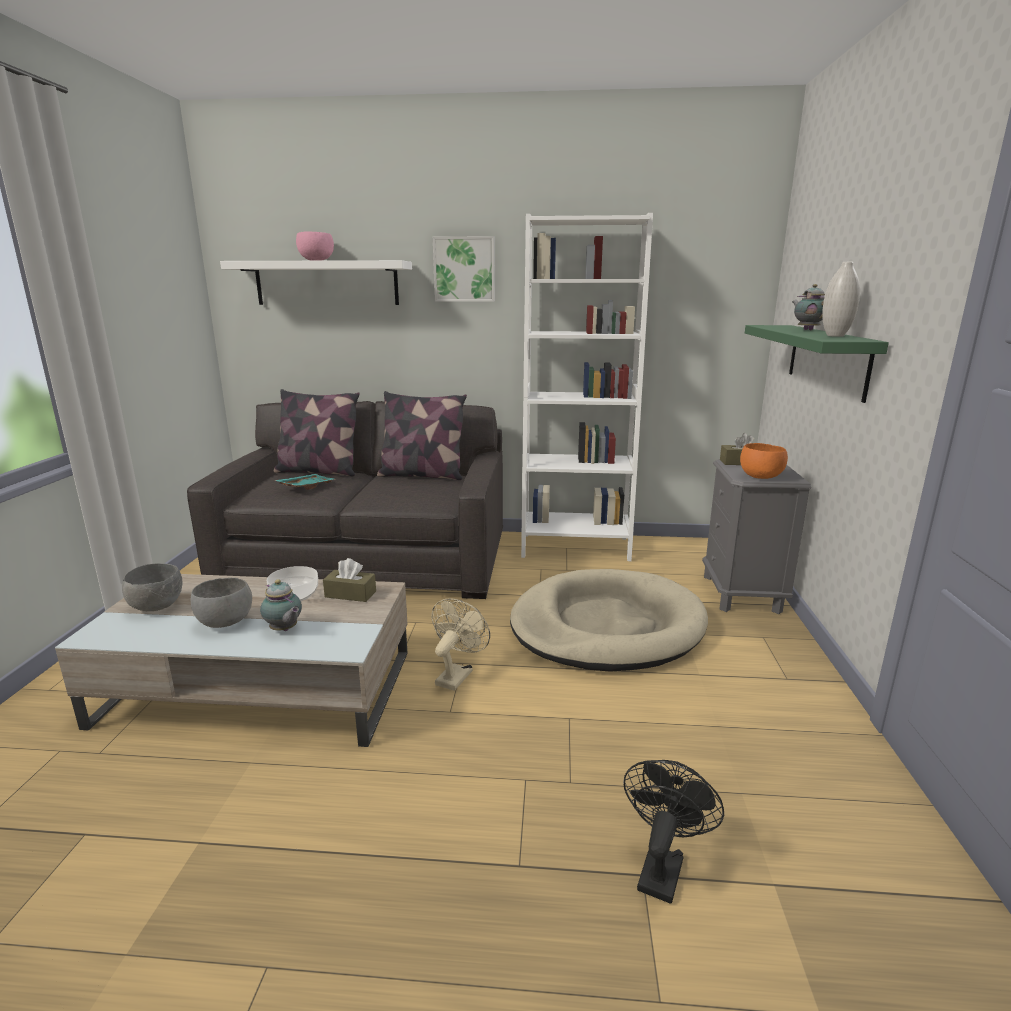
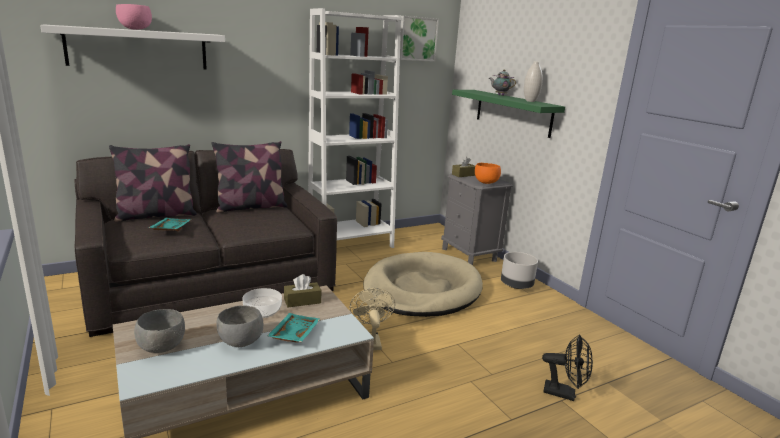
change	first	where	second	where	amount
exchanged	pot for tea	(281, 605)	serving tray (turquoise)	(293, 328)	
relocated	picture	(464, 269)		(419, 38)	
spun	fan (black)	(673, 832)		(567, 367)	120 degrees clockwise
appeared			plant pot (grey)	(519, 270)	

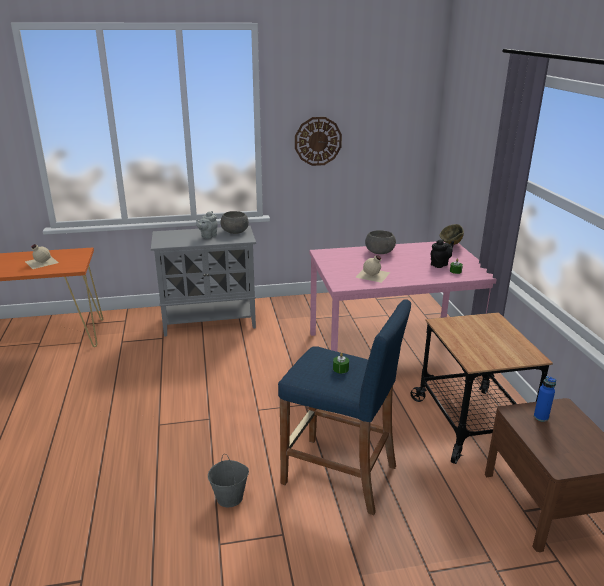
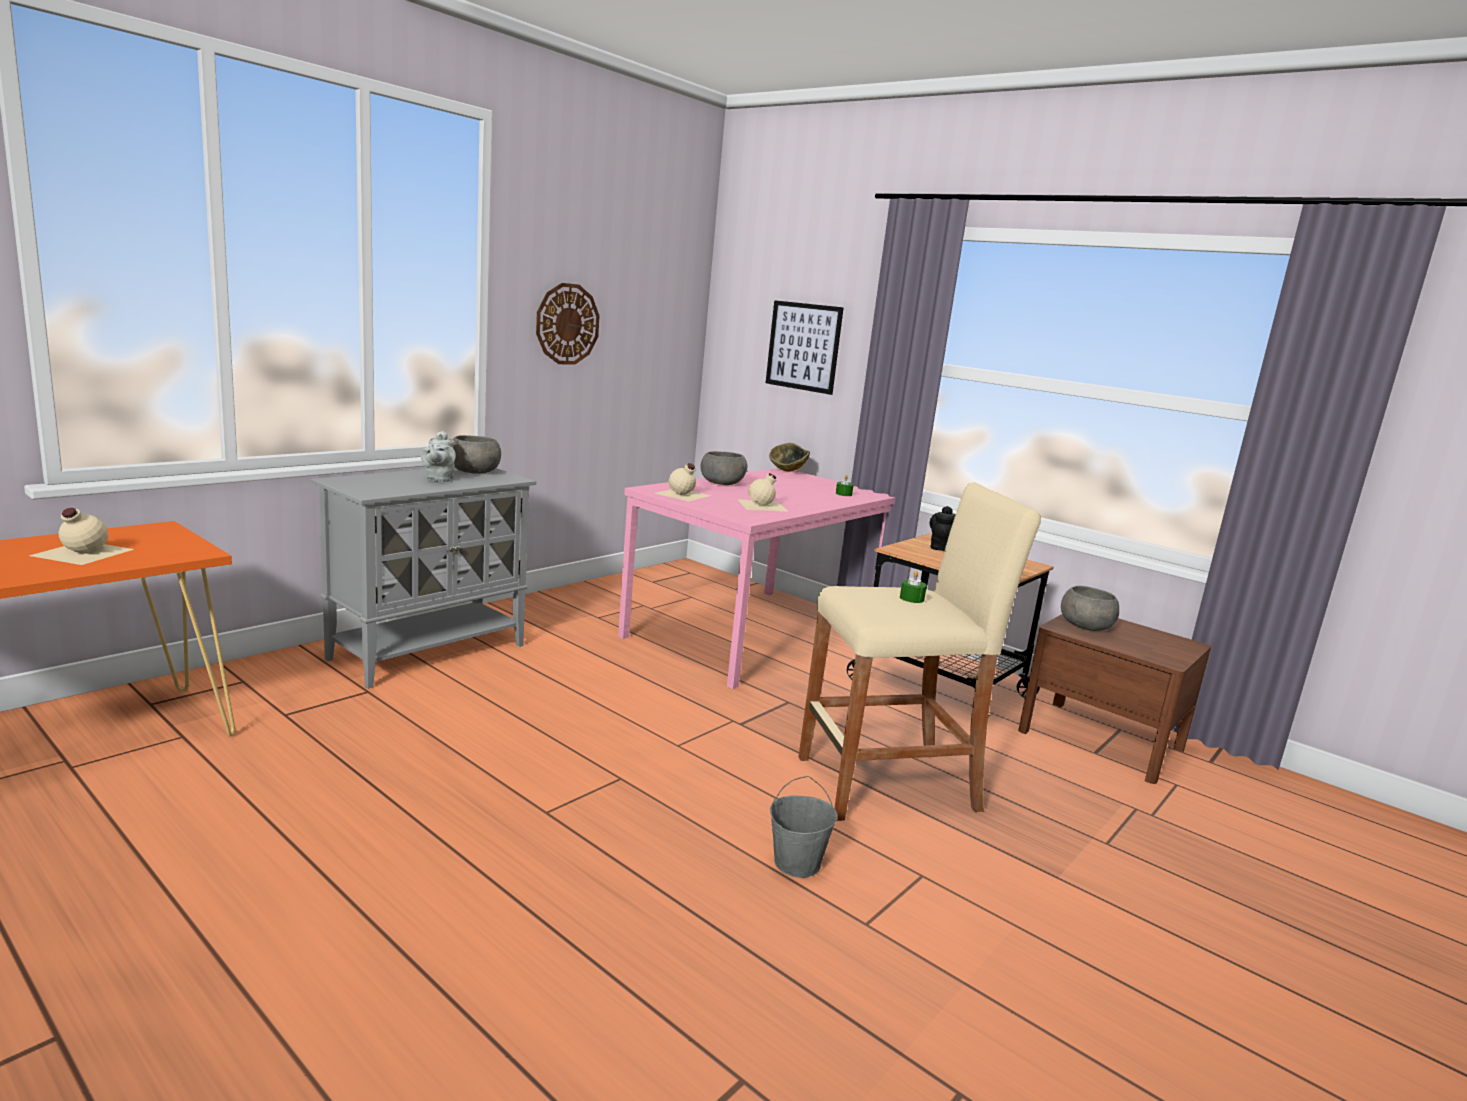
change	first	where	second	where	amount
colour	sitting stool (blue-coloured)	(344, 407)	sitting stool (sand-coloured)	(920, 651)	
relocated	pot for tea (black)	(442, 254)		(943, 528)	
exchanged	drink bottle (blue-coloured)	(545, 399)	bowl (grey)	(1090, 608)	
appeared			drink bottle (sand-coloured)	(683, 482)	
appeared			picture	(805, 347)	

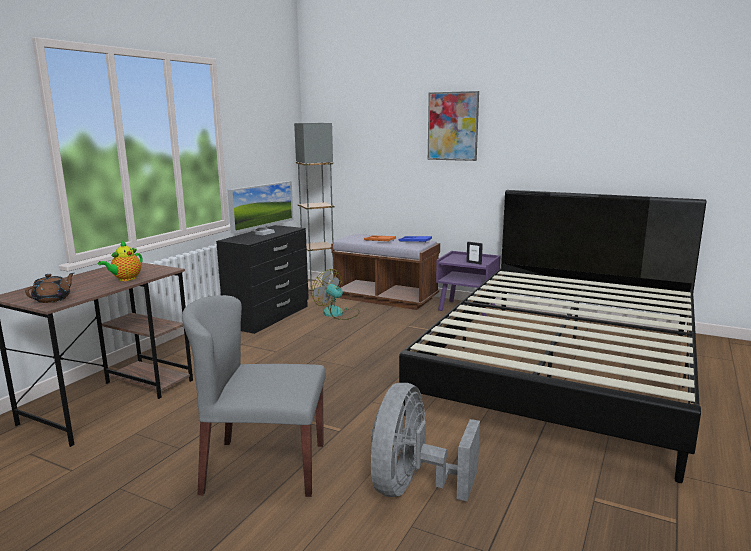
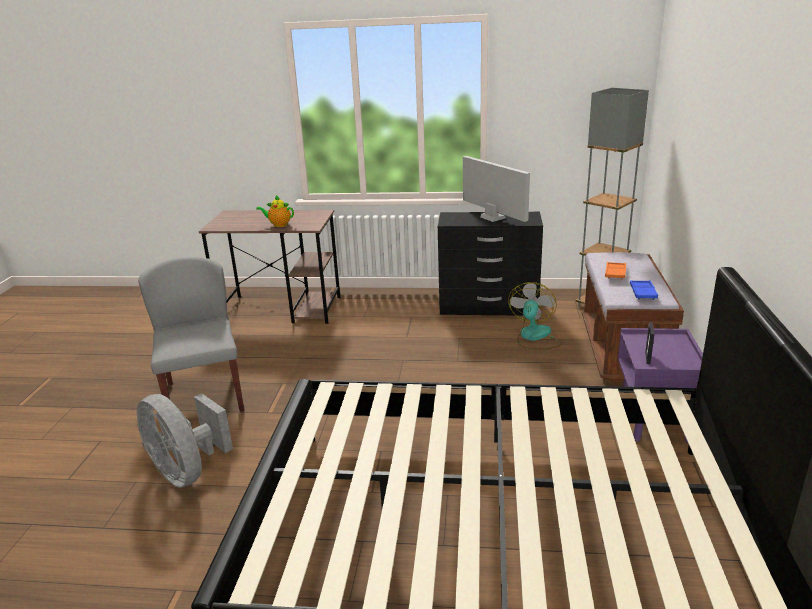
change	first	where	second	where	amount
missing	pot for tea (brown)	(49, 288)			
spun	computer screen	(260, 208)		(496, 189)	135 degrees counterclockwise
spun	fan (grey)	(425, 442)		(185, 440)	135 degrees counterclockwise
missing	picture	(453, 126)			

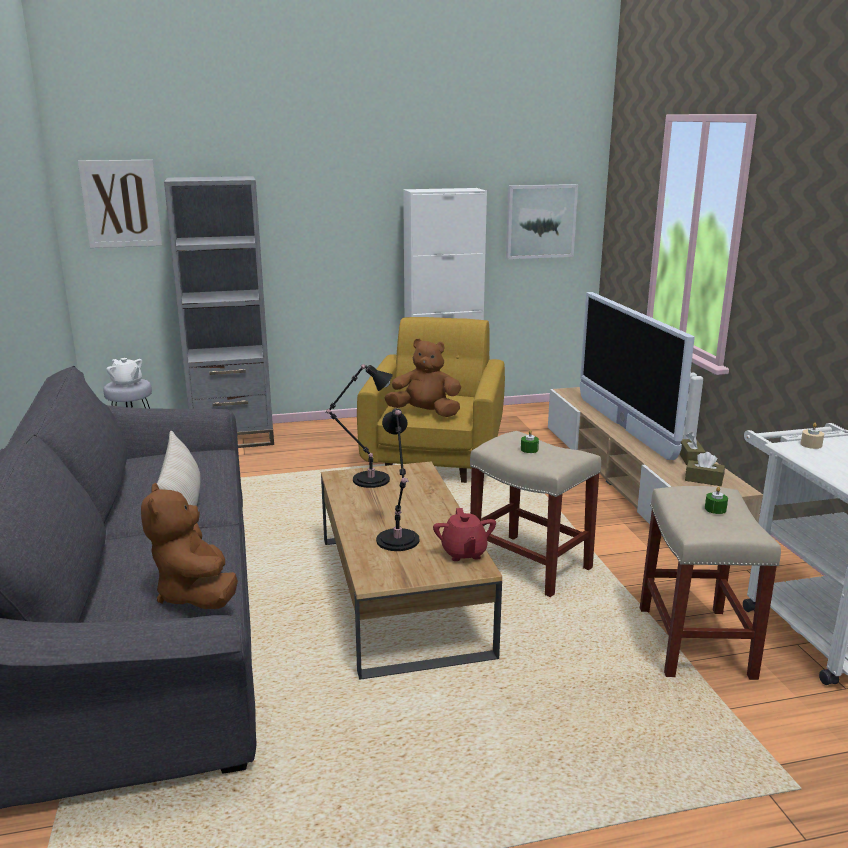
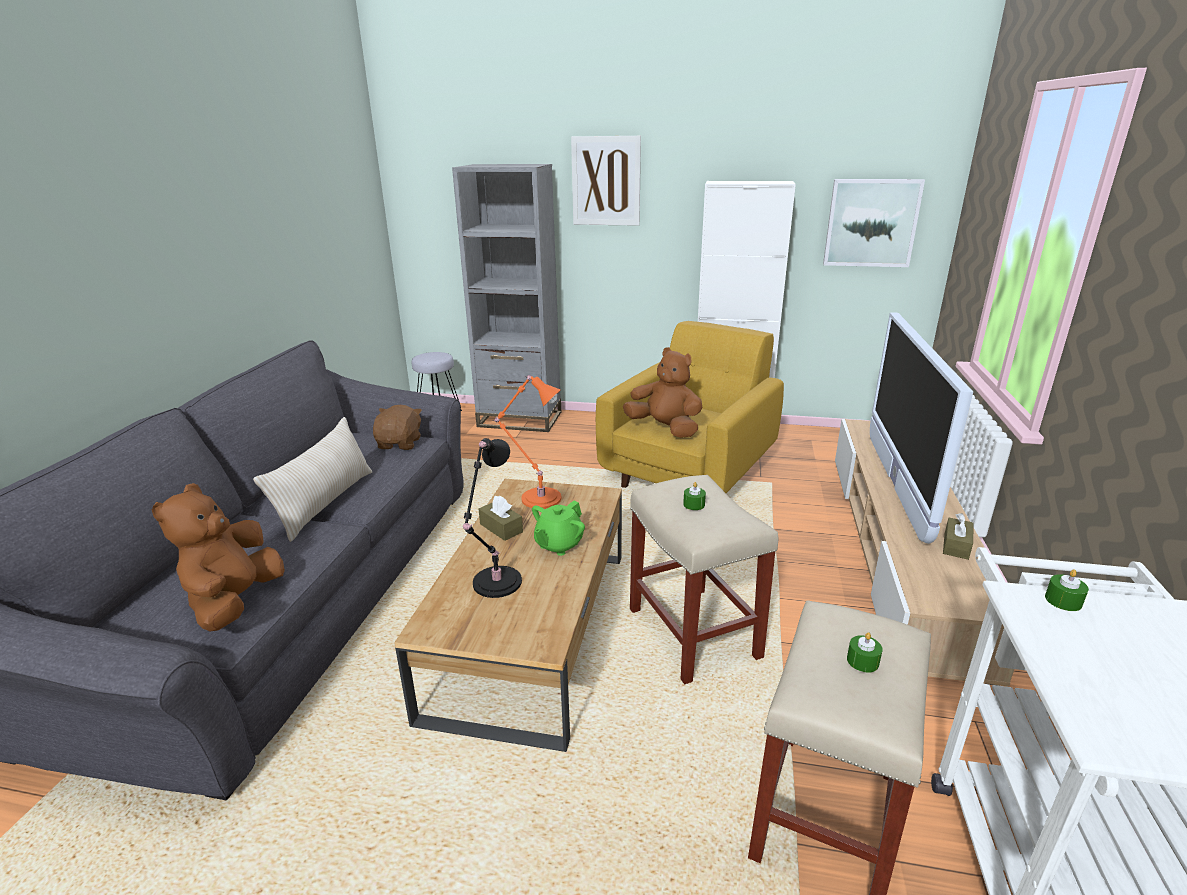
change	first	where	second	where	amount
relocated	picture	(120, 204)		(606, 181)	
missing	pot for tea (white-coloured)	(124, 373)			
colour	tabletop lamp (black)	(359, 426)	tabletop lamp (orangey)	(526, 442)	
missing	pot for tea (reddish)	(464, 534)			
relocated	box of tissues (brown)	(705, 469)		(501, 518)	
colour	candle (sand-coloured)	(812, 436)	candle (greenish)	(1067, 590)	
appeared			cuddly toy (brown)	(397, 427)	
appeared			pot for tea (greenish)	(558, 528)	

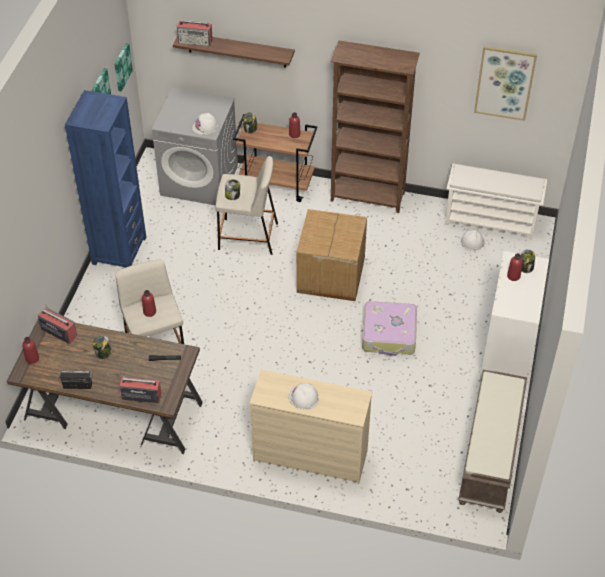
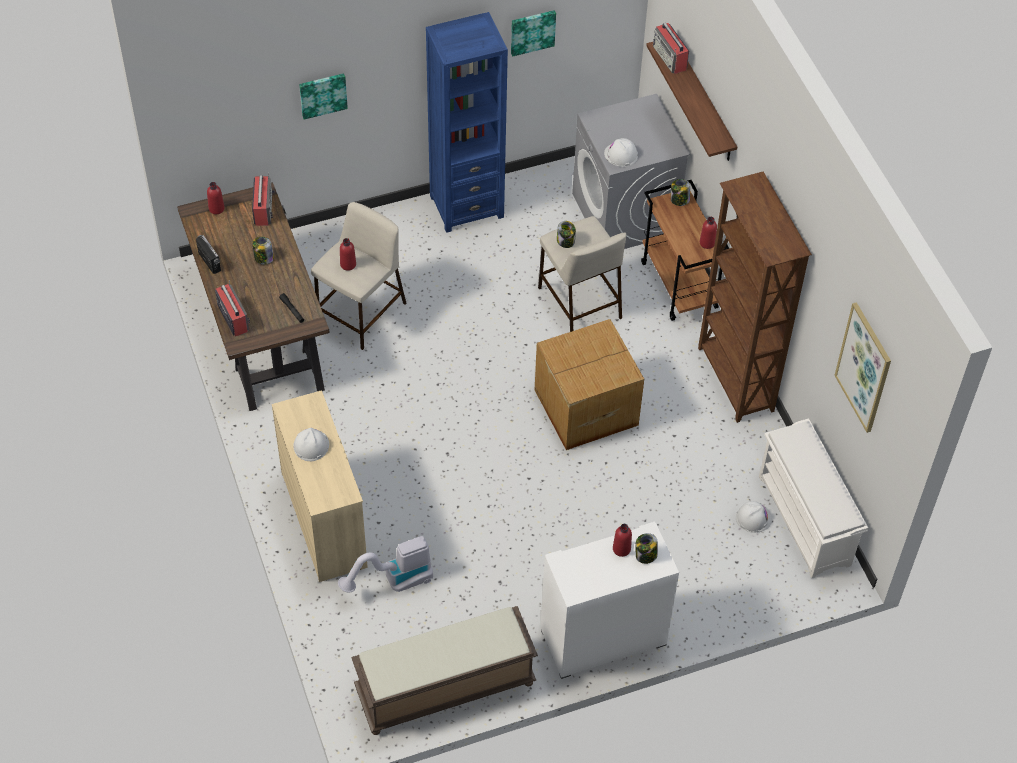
change	first	where	second	where	amount
relocated	picture	(123, 67)		(323, 96)	
missing	suitcase	(389, 328)			
appeared			vacuum	(385, 564)	

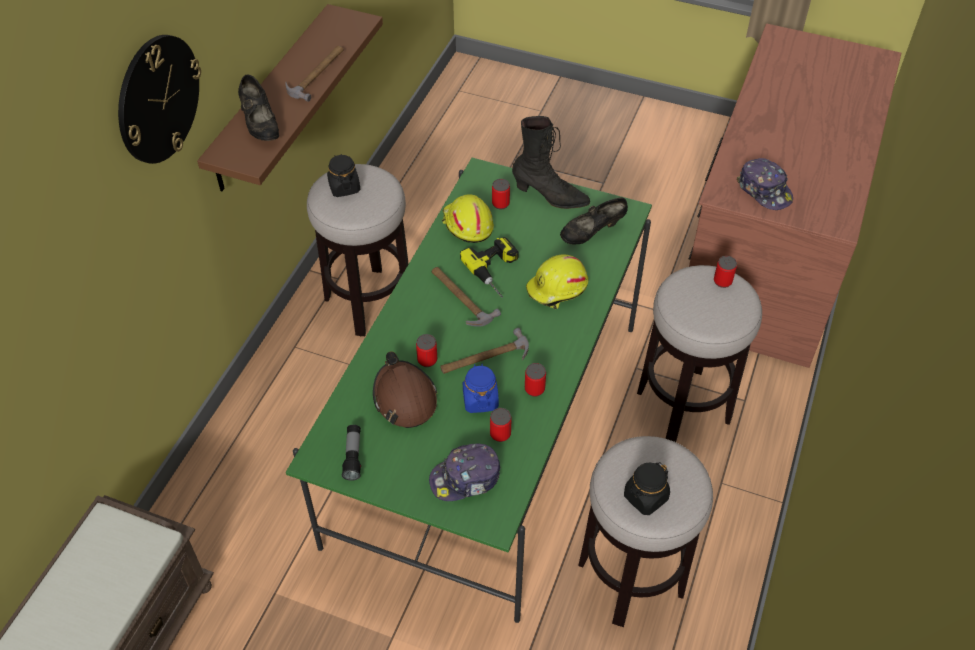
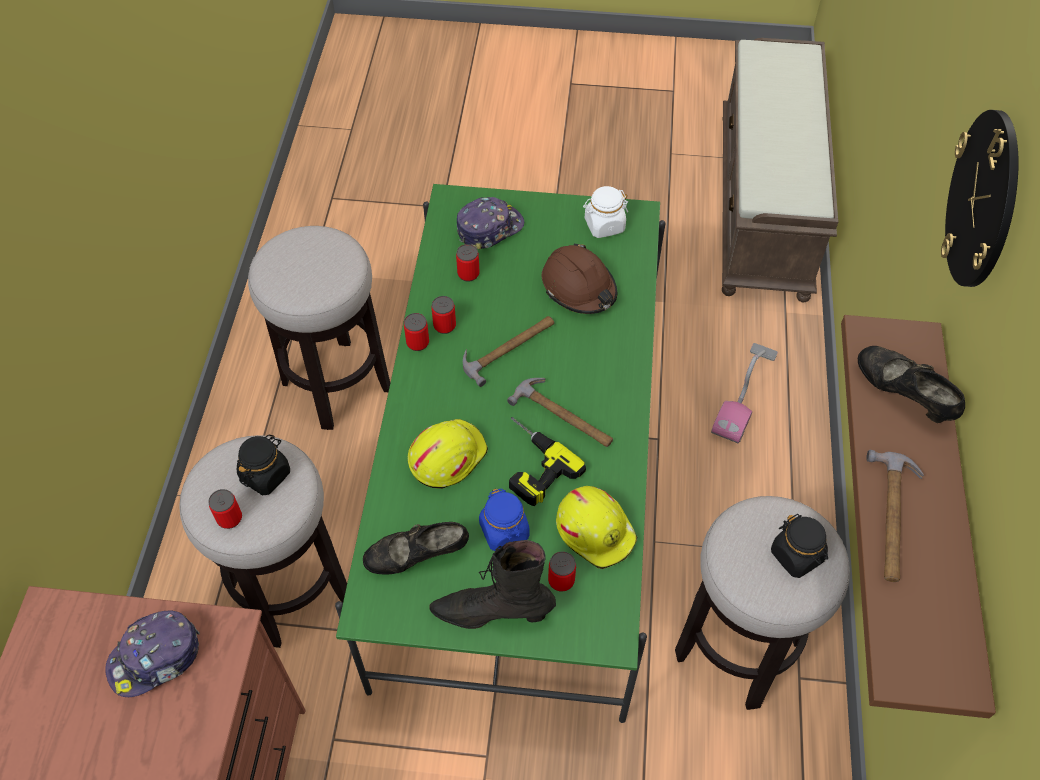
change	first	where	second	where	amount
exchanged	hand torch	(351, 453)	preserve jar (white-coloured)	(605, 212)	
relocated	can	(426, 350)		(416, 332)	
relocated	preserve jar (blue-coloured)	(481, 388)		(504, 519)	
spun	item of footwear (black)	(594, 220)		(416, 548)	150 degrees counterclockwise
relocated	preserve jar (black)	(647, 488)		(263, 465)	
spun	peaked cap	(765, 184)		(152, 653)	75 degrees counterclockwise
appeared			vacuum	(744, 393)	

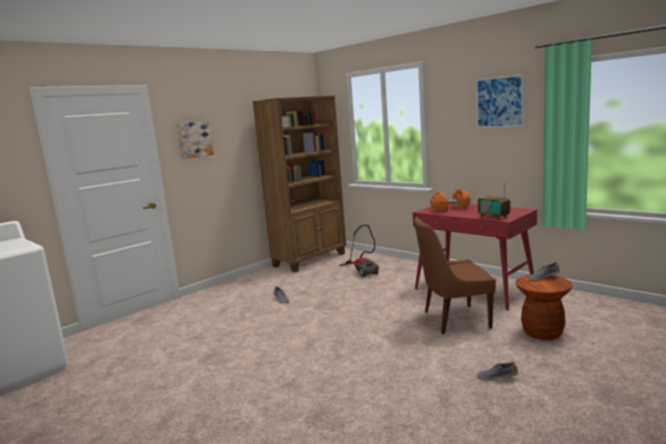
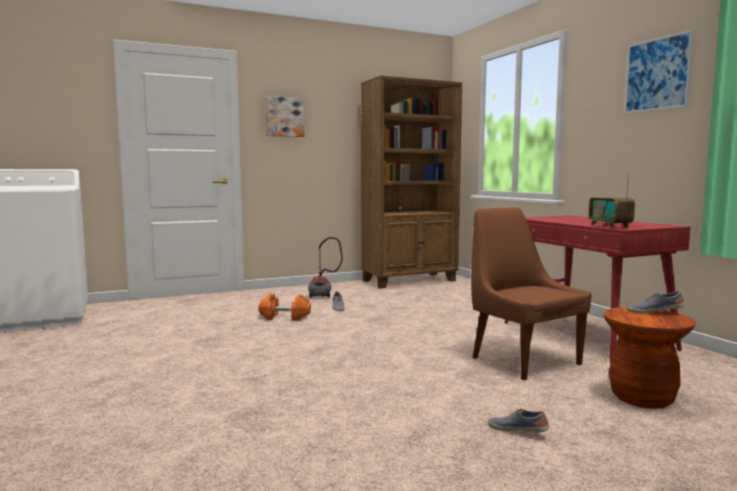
change	first	where	second	where	amount
relocated	vacuum	(359, 251)		(325, 267)	
spun	chair (brown)	(455, 275)		(531, 294)	45 degrees clockwise
relocated	free weight (orangey)	(450, 200)		(284, 307)	

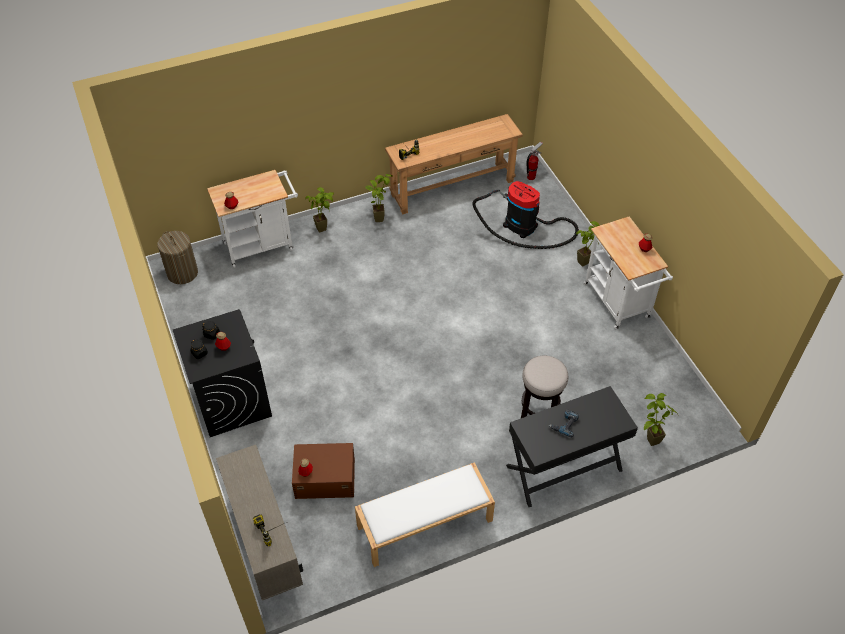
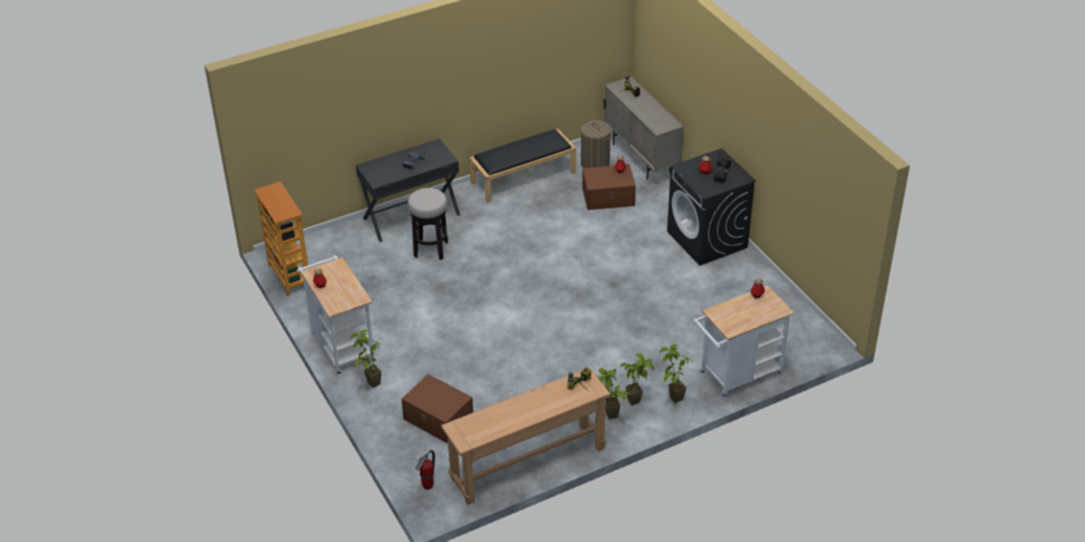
change	first	where	second	where	amount
relocated	washing basket	(177, 257)		(596, 144)	
colour	long seat (white-coloured)	(425, 514)	long seat (black)	(522, 166)	
exchanged	vacuum	(525, 215)	storage bin (brown)	(437, 408)	
relocated	houseplant	(661, 419)		(637, 379)	
appeared			shelving unit	(281, 238)	

